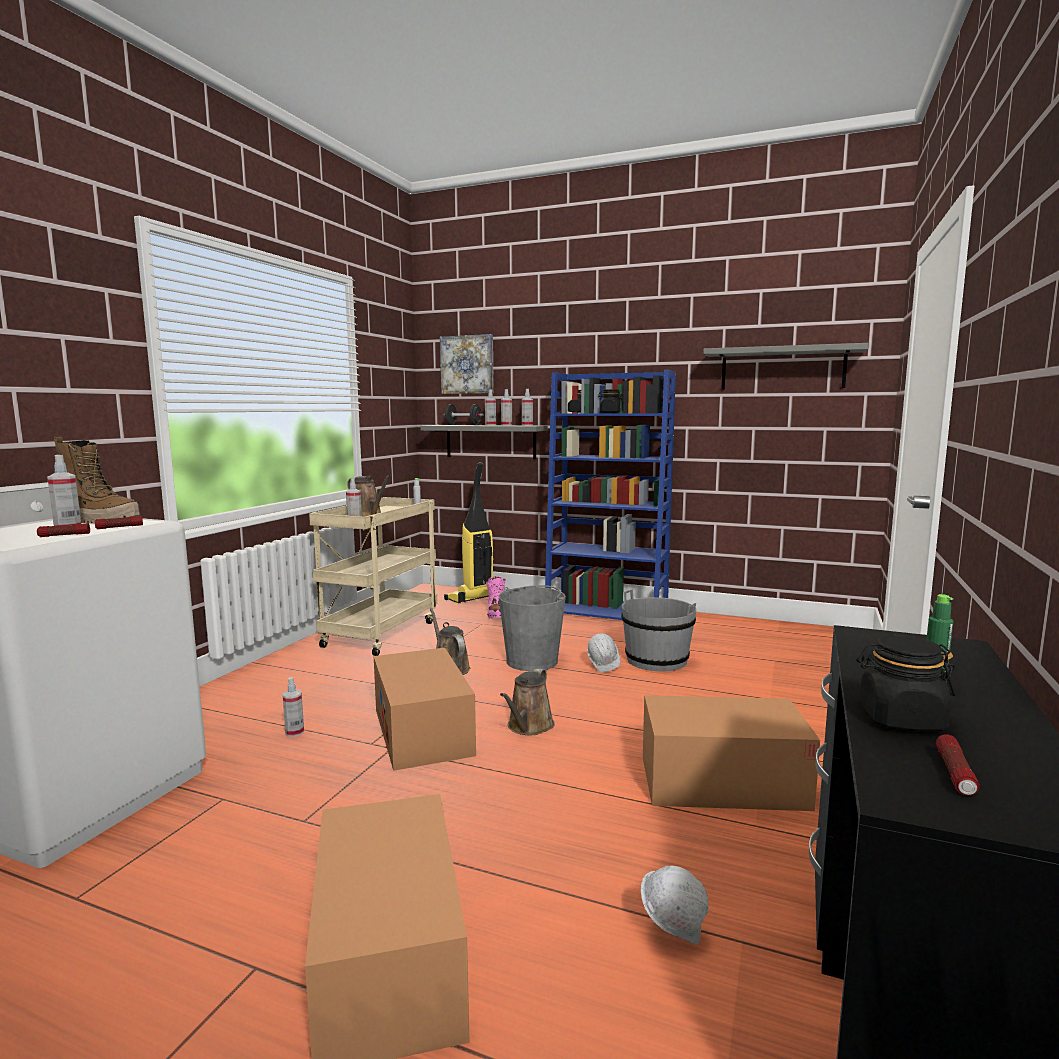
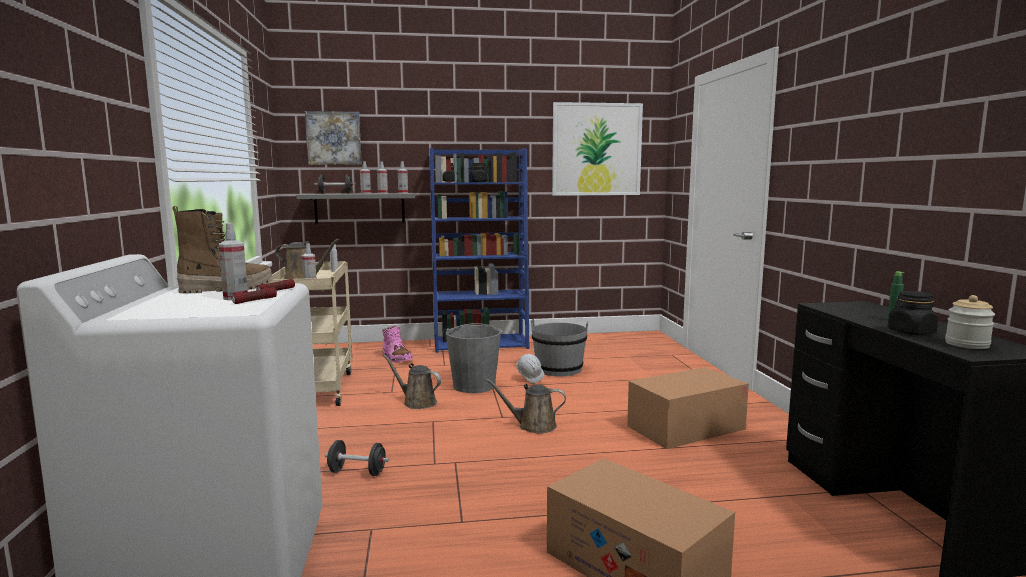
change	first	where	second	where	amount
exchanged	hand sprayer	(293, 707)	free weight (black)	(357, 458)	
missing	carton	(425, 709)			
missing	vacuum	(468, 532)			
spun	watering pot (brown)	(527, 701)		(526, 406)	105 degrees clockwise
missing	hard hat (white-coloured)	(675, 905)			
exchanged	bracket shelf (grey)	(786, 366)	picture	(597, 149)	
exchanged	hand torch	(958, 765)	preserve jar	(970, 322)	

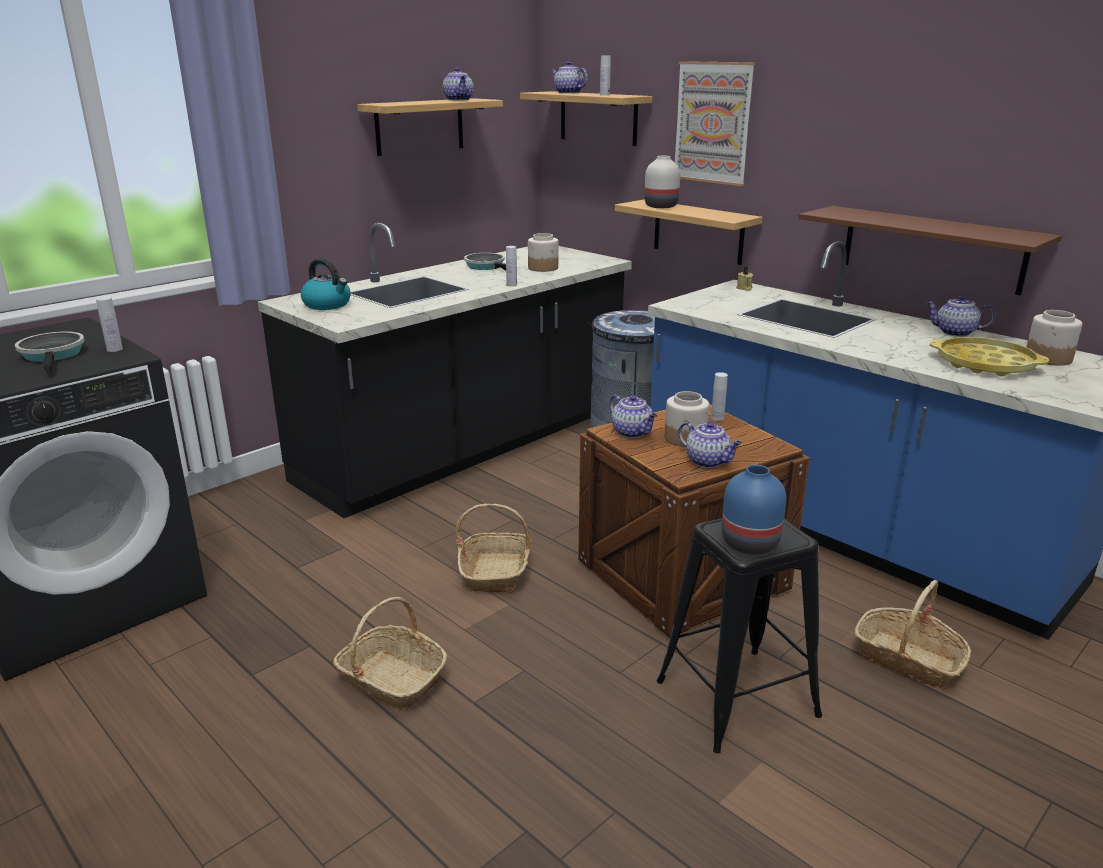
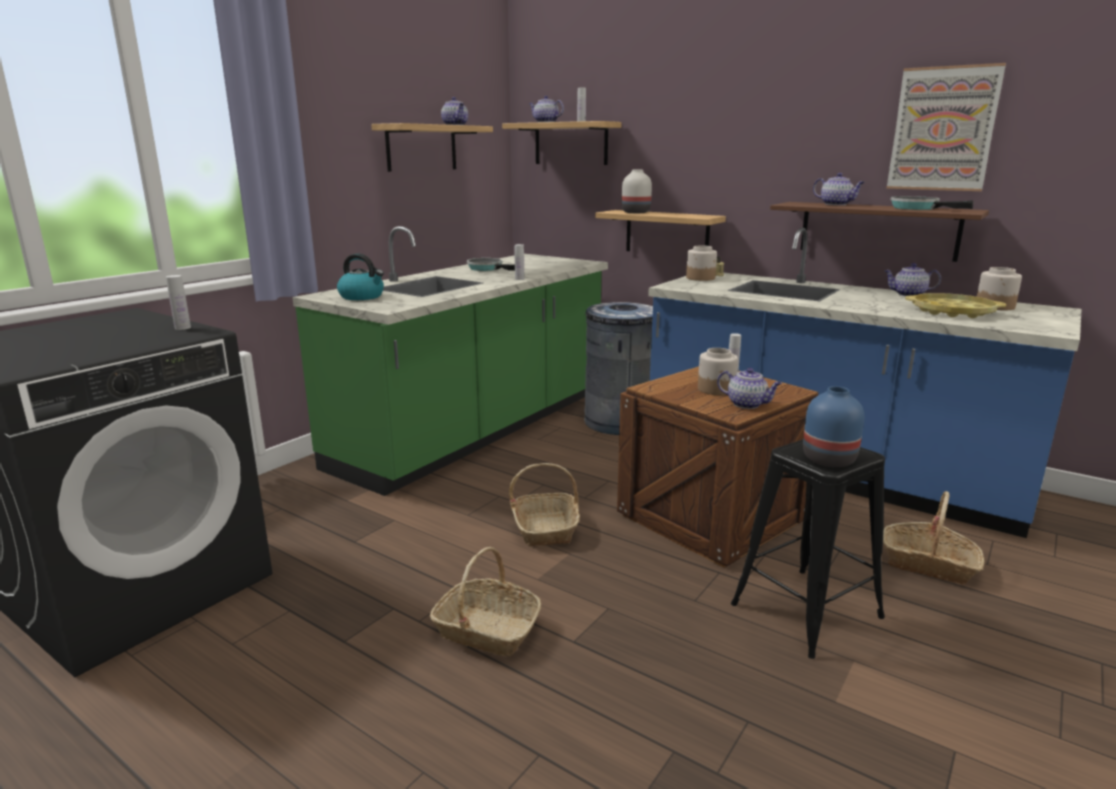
change	first	where	second	where	amount
relocated	frying pan	(50, 353)		(932, 203)	
colour	kitchen base unit (black)	(445, 370)	kitchen base unit (greenish)	(450, 361)	
relocated	preserve jar	(543, 252)		(701, 263)	
relocated	pot for tea	(633, 416)		(839, 189)	
relocated	picture	(715, 123)		(946, 127)	

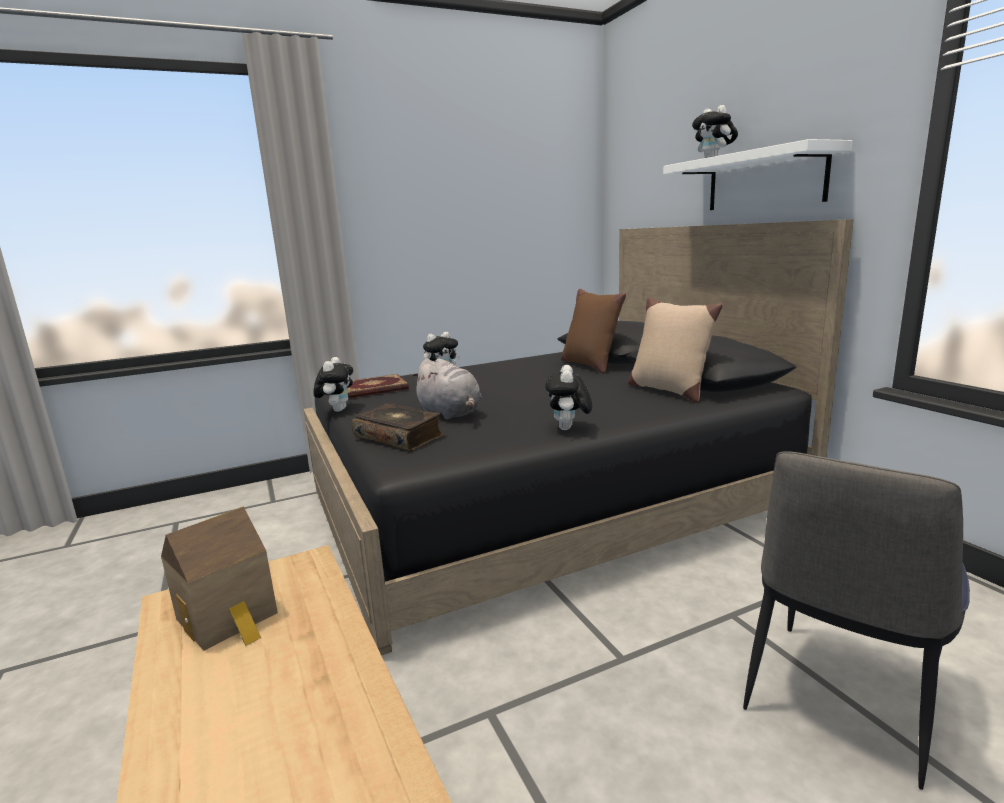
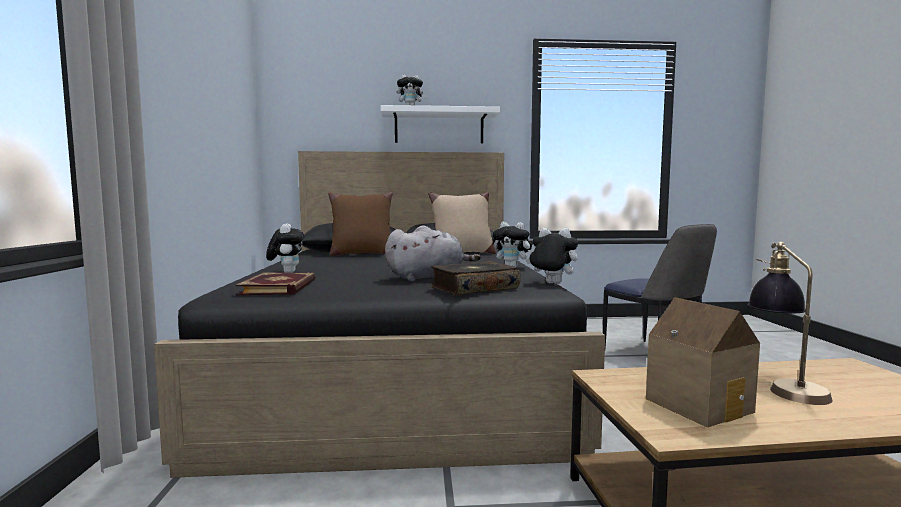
change	first	where	second	where	amount
relocated	cuddly toy	(333, 384)		(552, 256)	
appeared			tabletop lamp	(790, 323)	

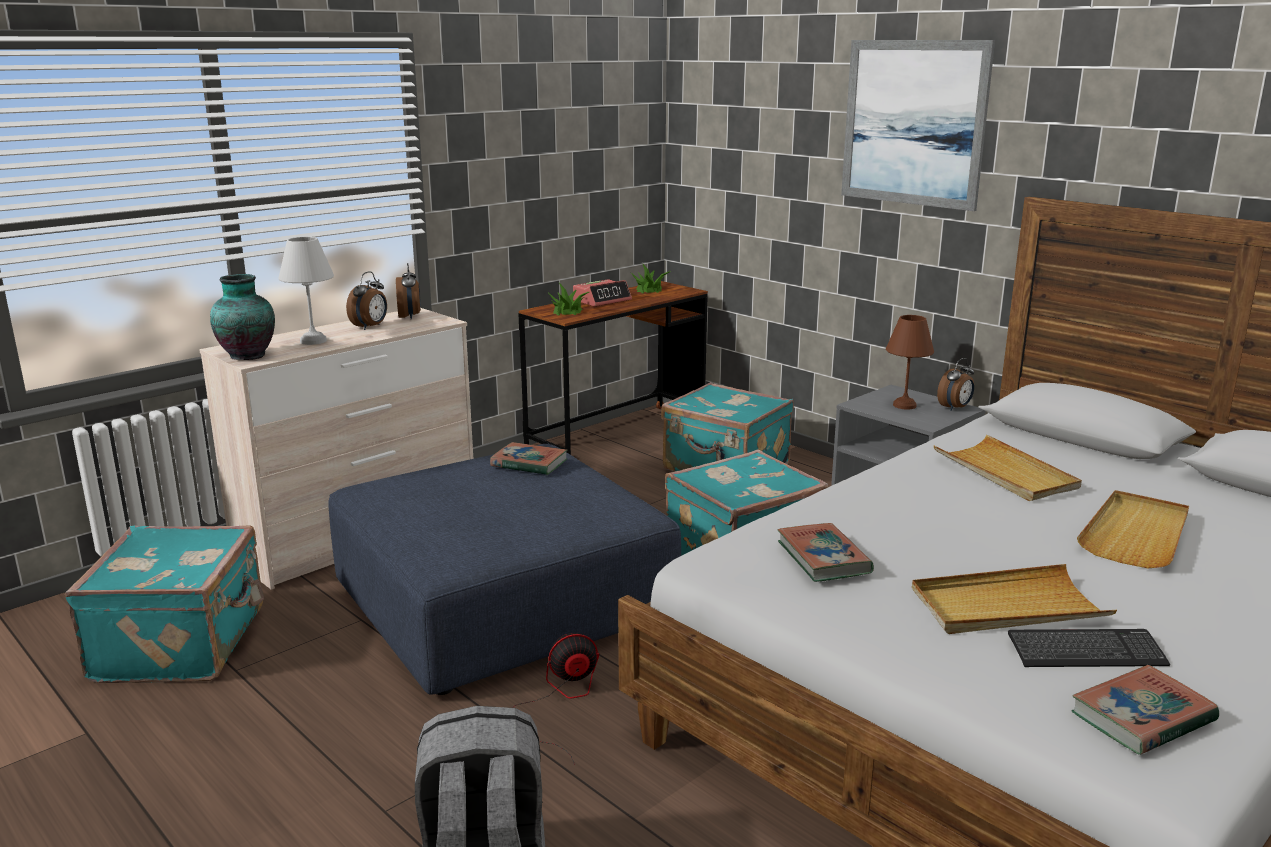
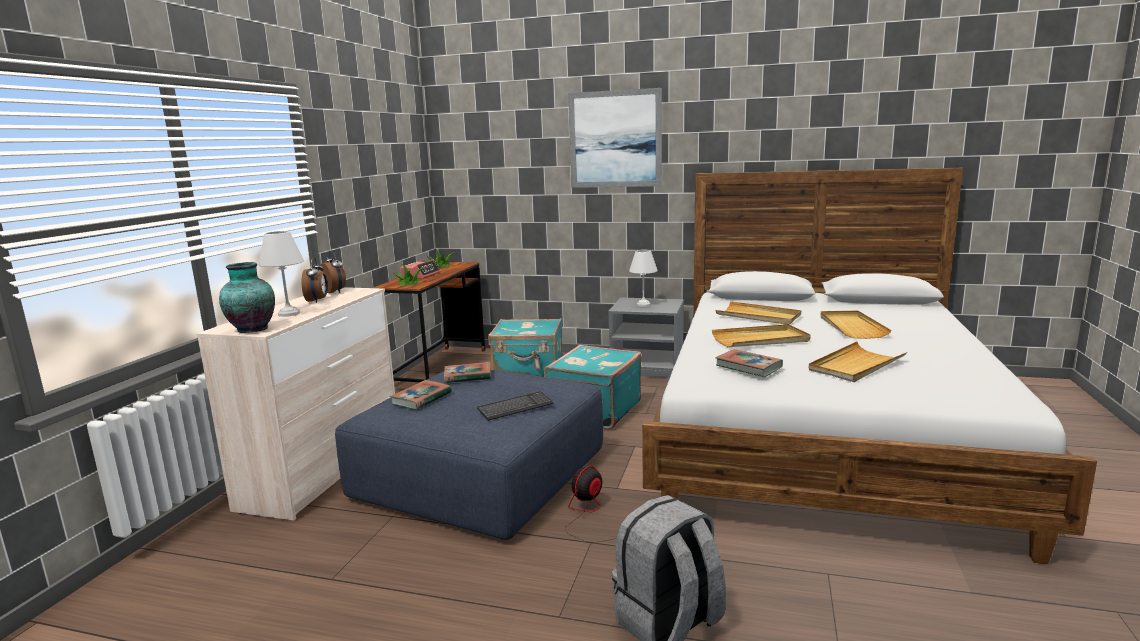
change	first	where	second	where	amount
missing	suitcase (turquoise)	(164, 604)			
colour	tabletop lamp (brown)	(910, 362)	tabletop lamp (white-coloured)	(643, 278)	
missing	alarm clock	(955, 384)			
relocated	keyboard	(1089, 648)		(515, 406)	
relocated	bound book	(1145, 710)		(421, 395)	
appeared			serving tray (sand-coloured)	(761, 335)	

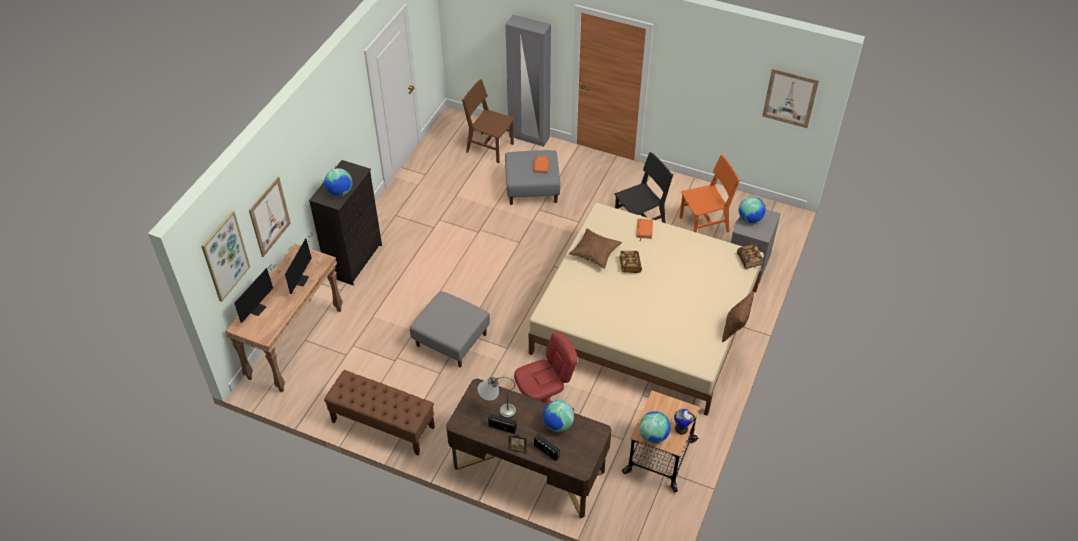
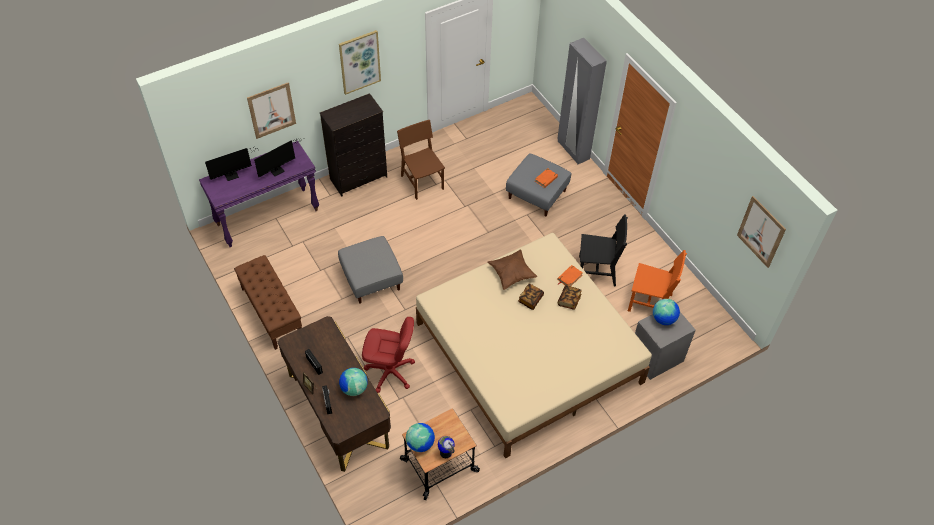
change	first	where	second	where	amount
relocated	picture	(225, 256)		(360, 62)	
colour	narrow table (brown)	(284, 318)	narrow table (purplish)	(259, 194)	
missing	desk globe	(338, 182)			
relocated	chair (brown)	(488, 121)		(421, 160)	
missing	tabletop lamp (grey)	(497, 398)			
missing	throw pillow (brown)	(738, 316)			
relocated	bound book	(750, 256)		(570, 297)	

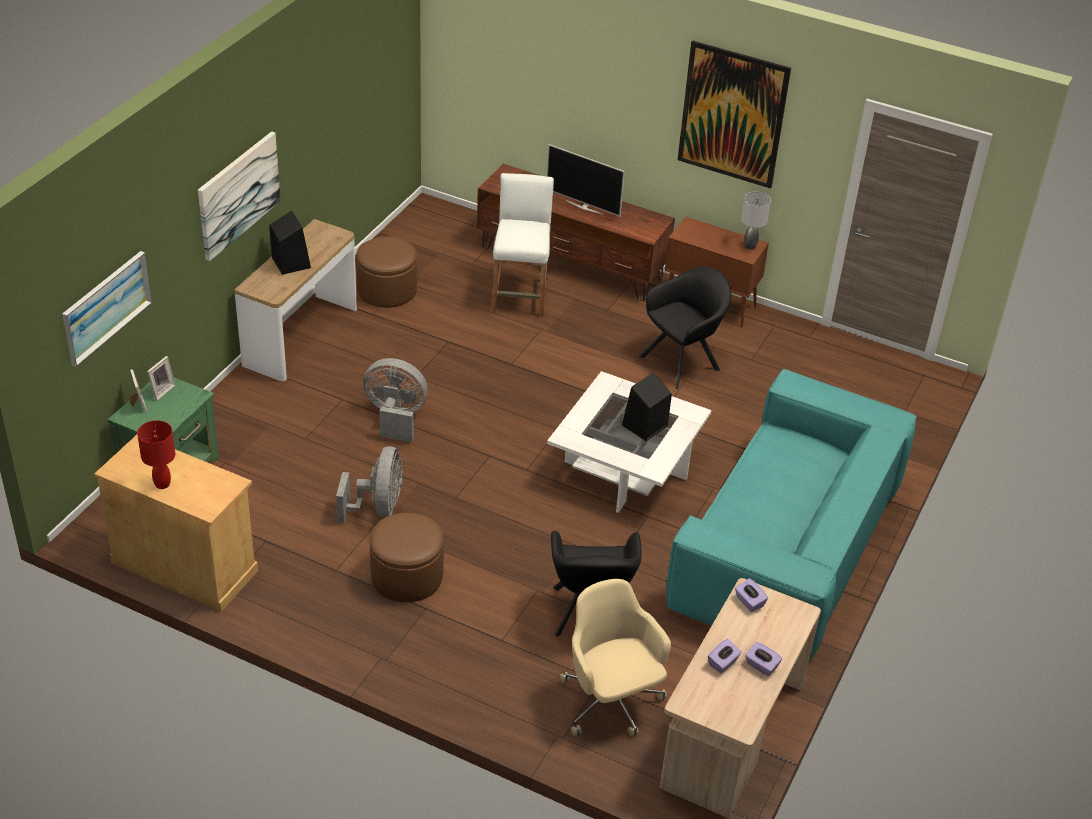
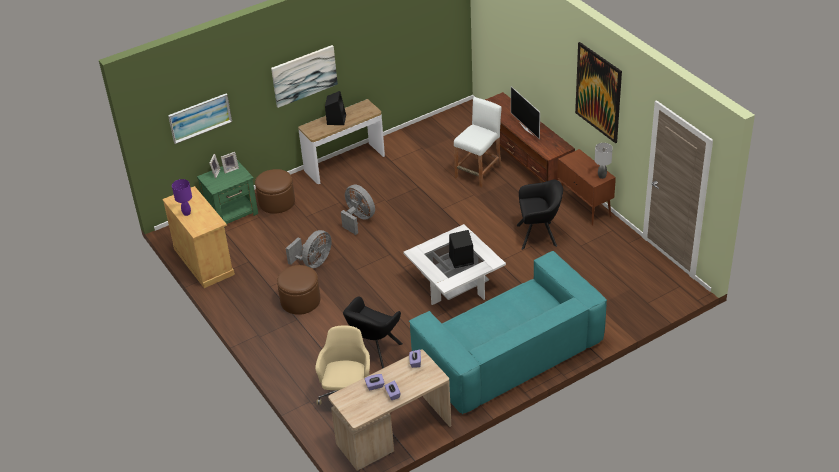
change	first	where	second	where	amount
colour	tabletop lamp (reddish)	(156, 454)	tabletop lamp (purplish)	(182, 197)	
relocated	pouffe (brown)	(386, 272)		(275, 191)	

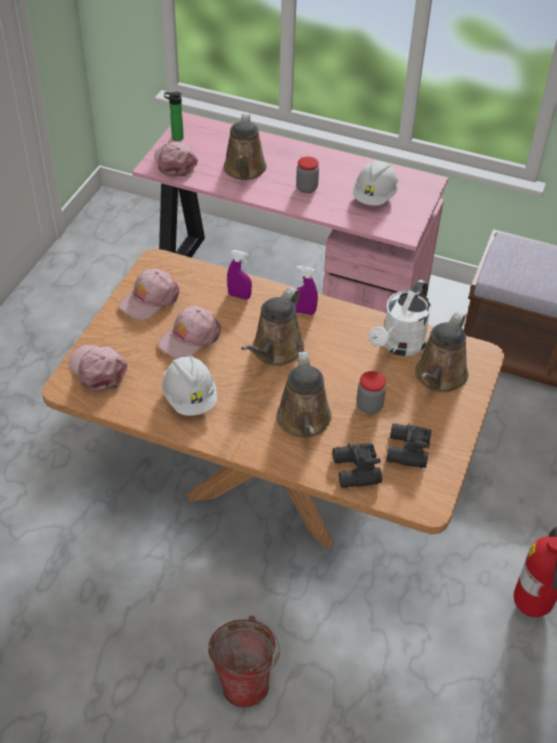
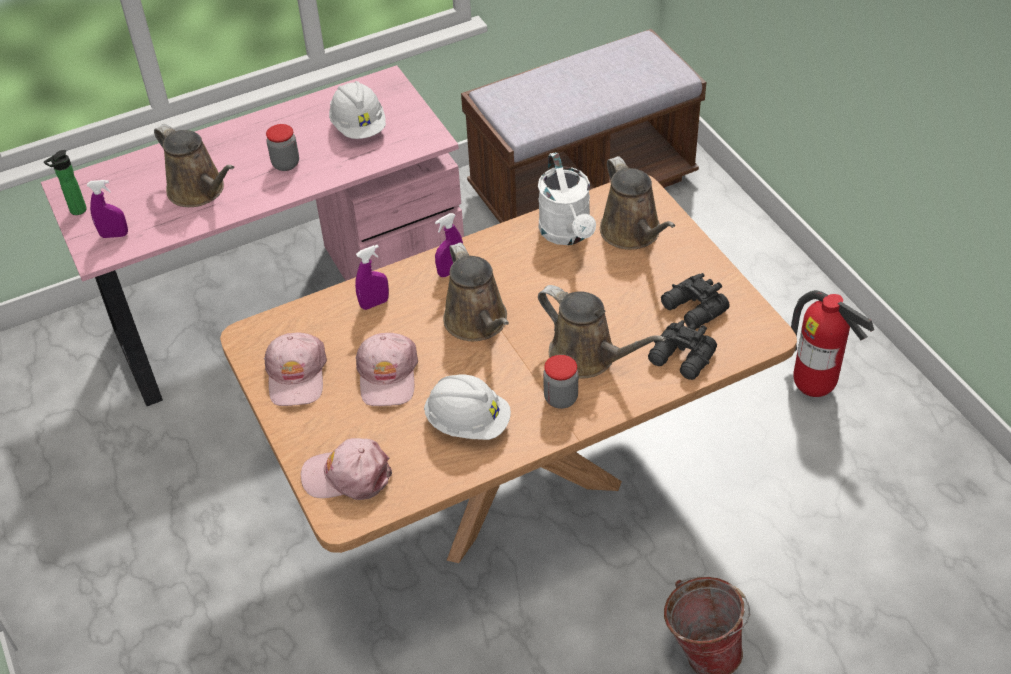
change	first	where	second	where	amount
exchanged	peaked cap (pink-coloured)	(176, 159)	hand sprayer (purplish)	(107, 209)	
relocated	preserve jar	(371, 392)		(560, 382)	

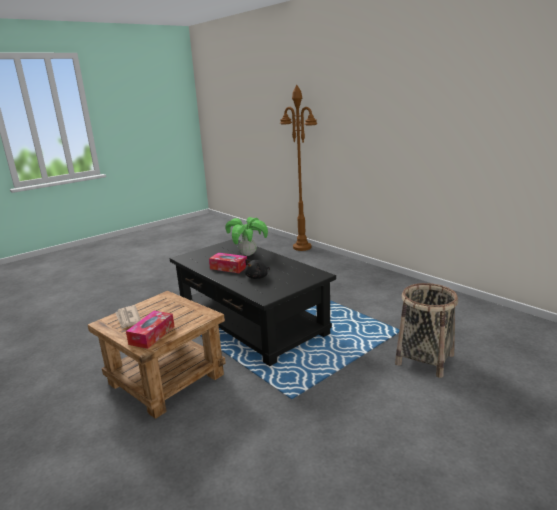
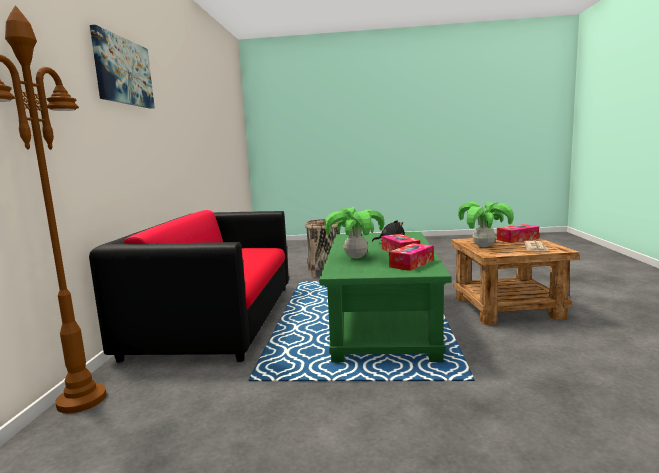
change	first	where	second	where	amount
colour	lounge table (black)	(252, 302)	lounge table (greenish)	(385, 297)	
appeared			couch	(189, 286)	
appeared			picture	(122, 67)	
appeared			box of tissues	(411, 257)	
appeared			houseplant	(486, 224)	

